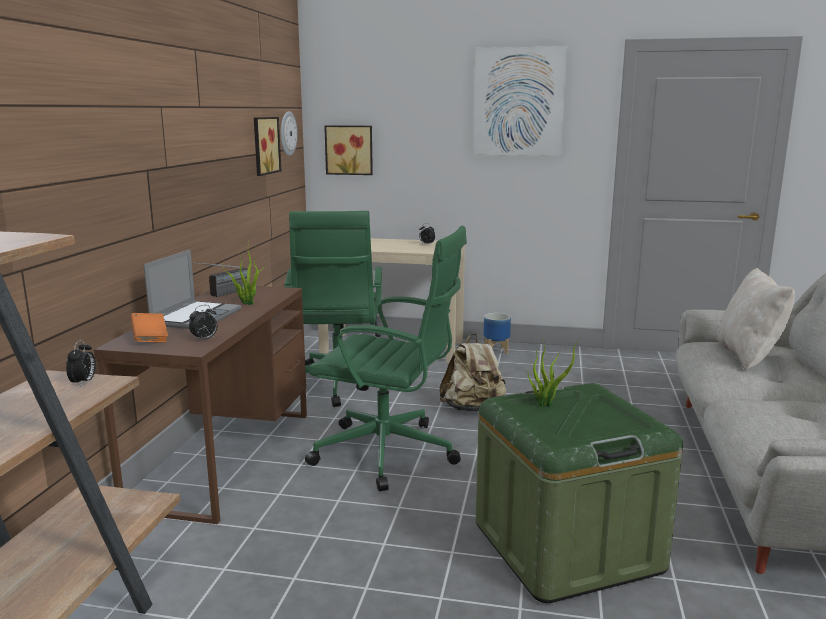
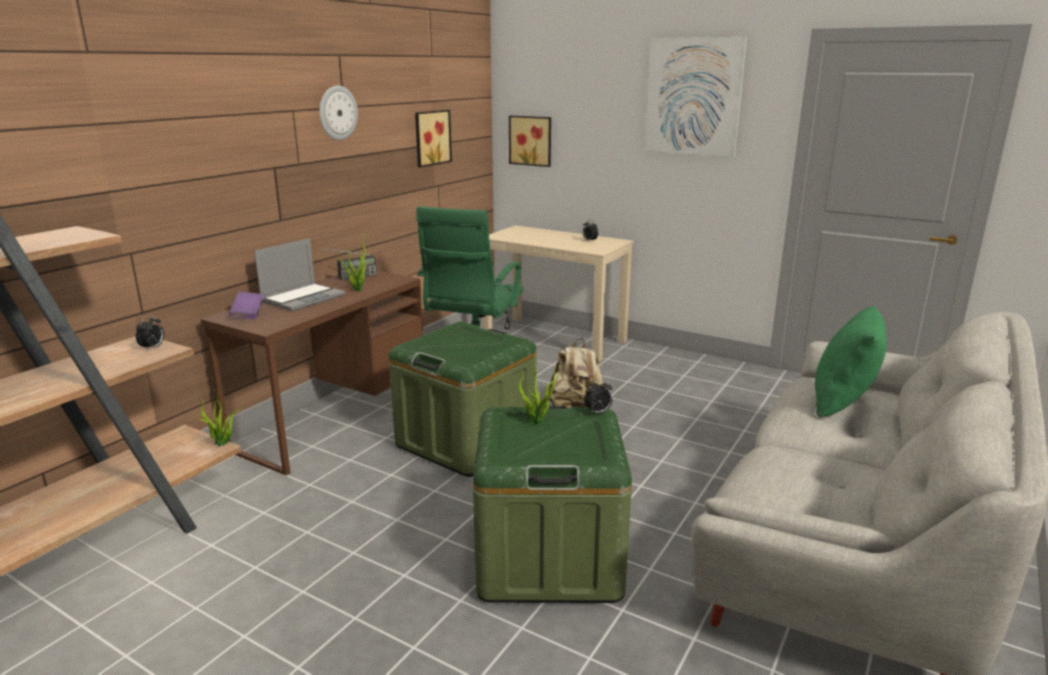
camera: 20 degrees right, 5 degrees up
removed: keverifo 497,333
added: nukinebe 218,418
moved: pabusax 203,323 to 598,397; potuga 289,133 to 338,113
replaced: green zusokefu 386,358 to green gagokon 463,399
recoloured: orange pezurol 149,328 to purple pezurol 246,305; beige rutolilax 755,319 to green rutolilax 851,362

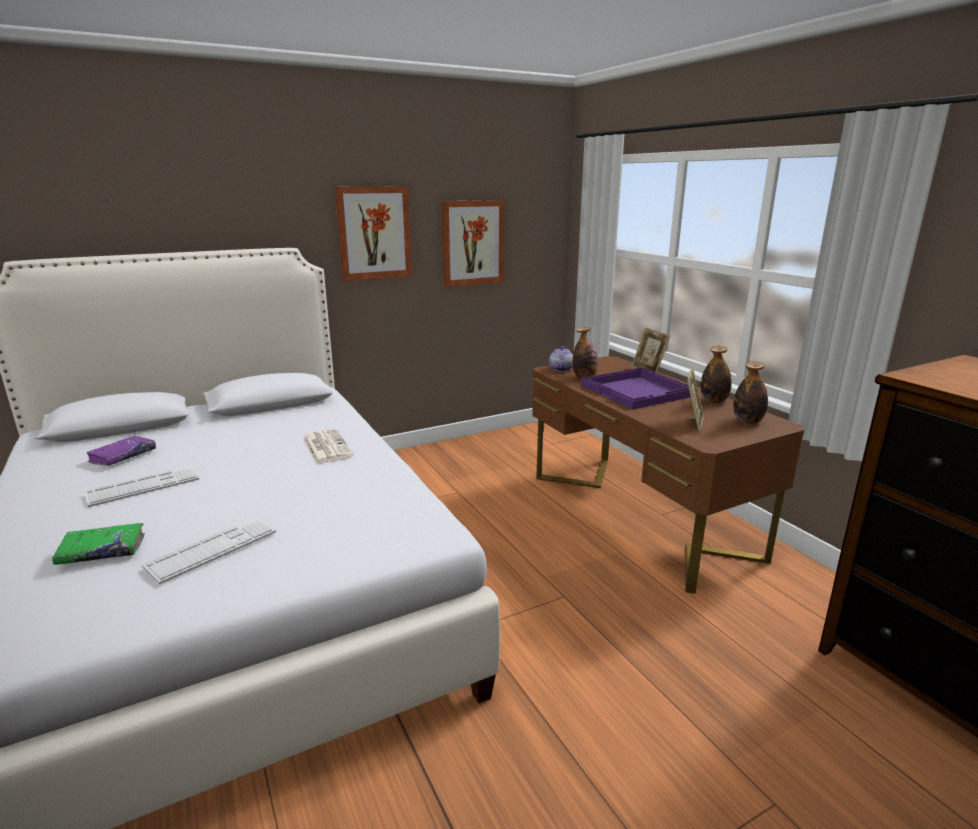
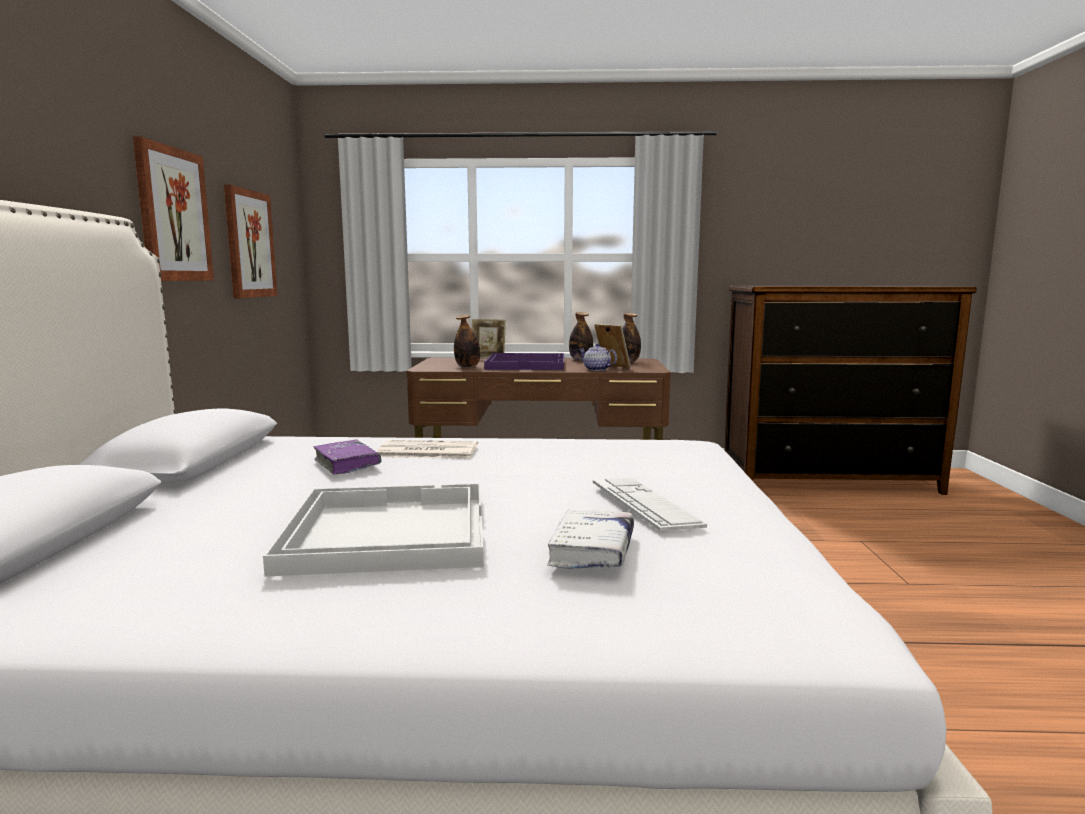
camera: 60 degrees left, 10 degrees down
moved: purple pezurol 121,451 to 348,456; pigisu 561,359 to 598,357
replaced: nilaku 141,486 to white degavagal 373,530
recoloured: green pezurol 98,544 to white pezurol 590,539

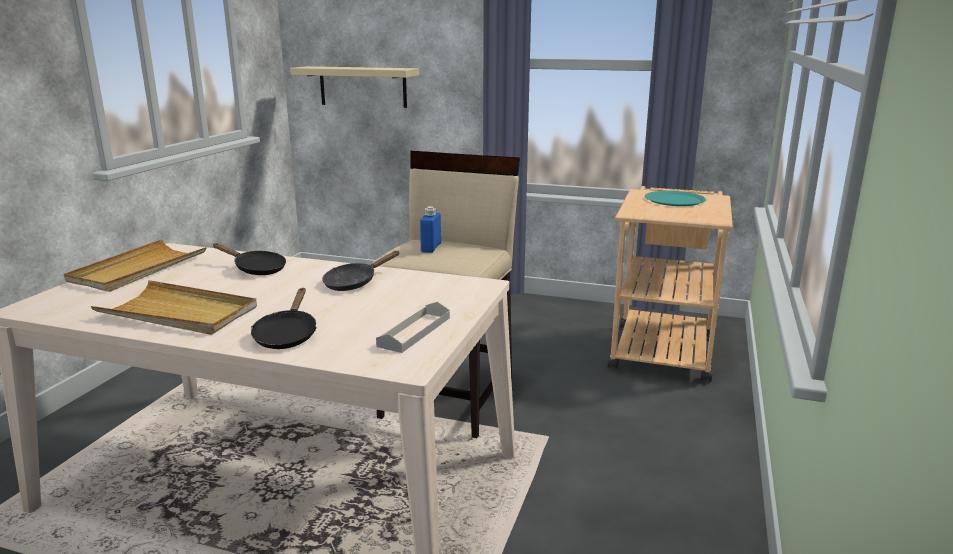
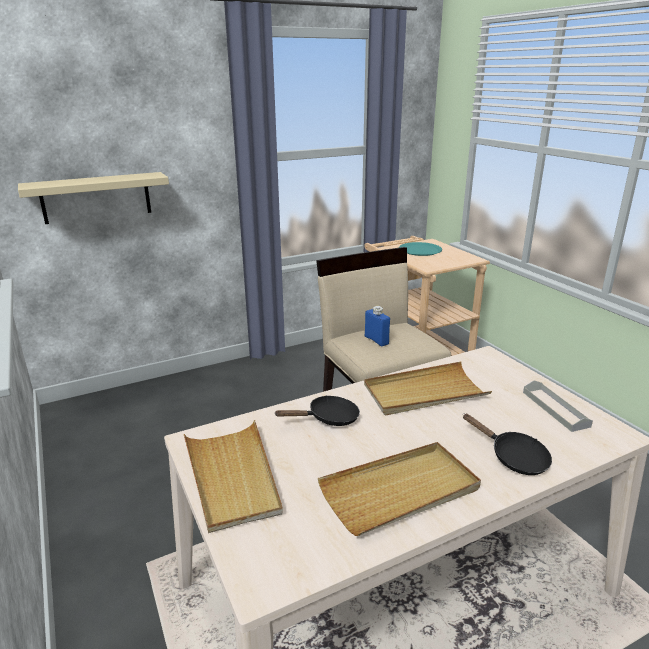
camera: 45 degrees left, 5 degrees up
replaced: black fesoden 361,271 to beige degavagal 428,388

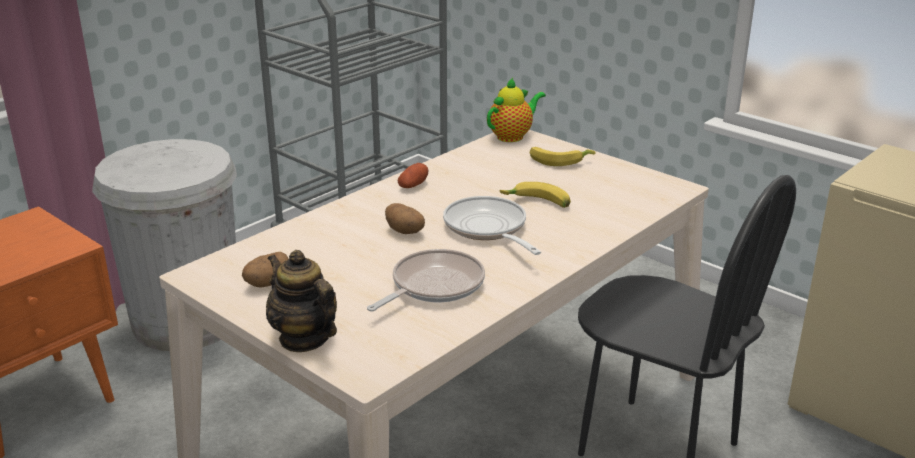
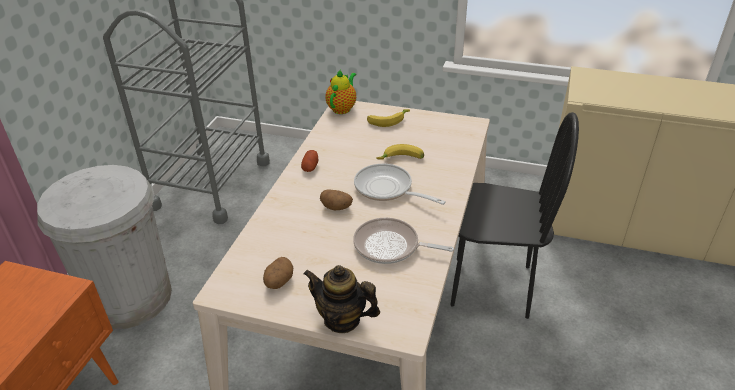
camera: 25 degrees left, 10 degrees up
turned: fesoden 426,280 = 403,241 90 degrees counterclockwise

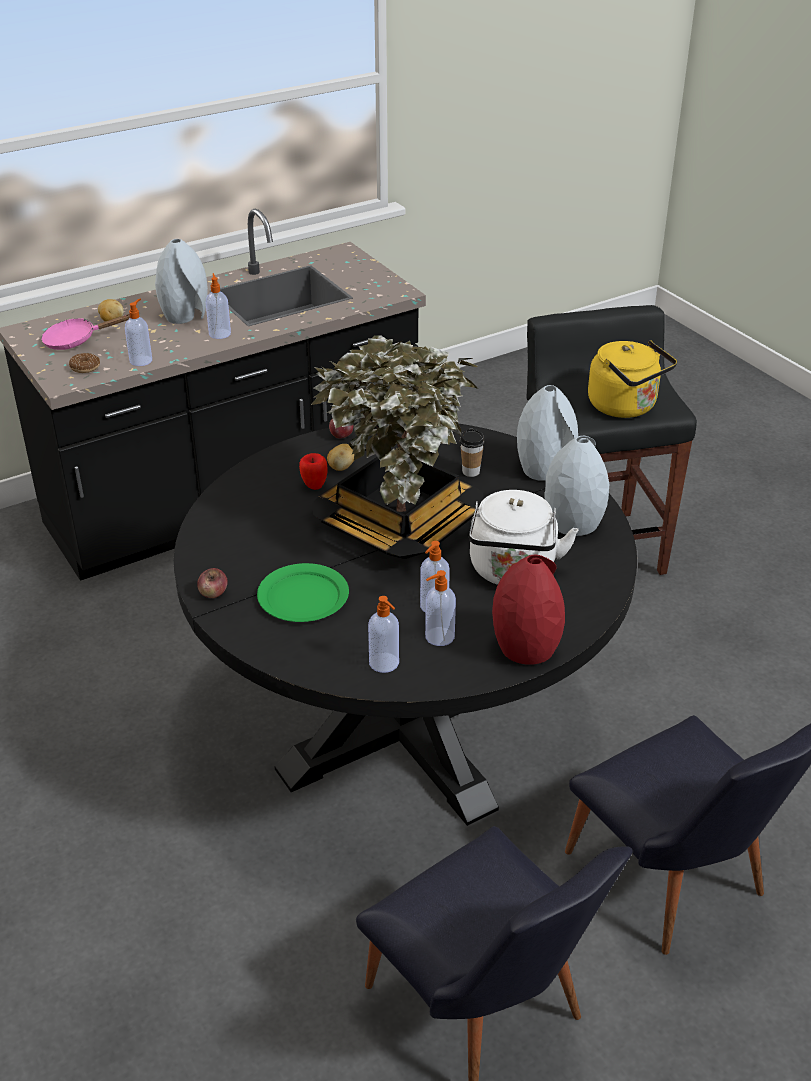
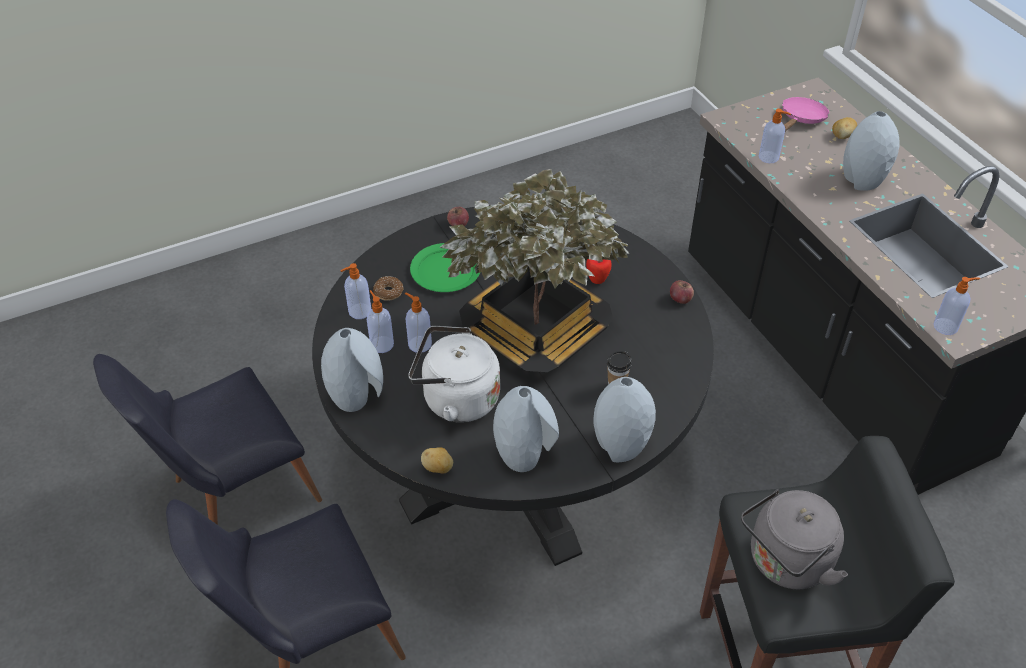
camera: 95 degrees right, 10 degrees up
moved: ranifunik 84,363 to 388,288; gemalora 218,306 to 957,306; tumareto 340,457 to 437,460
recoloured: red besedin 528,610 to grey besedin 352,370; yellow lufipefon 632,379 to grey lufipefon 794,539
turned: pink fesoden 85,332 = 805,114 45 degrees clockwise

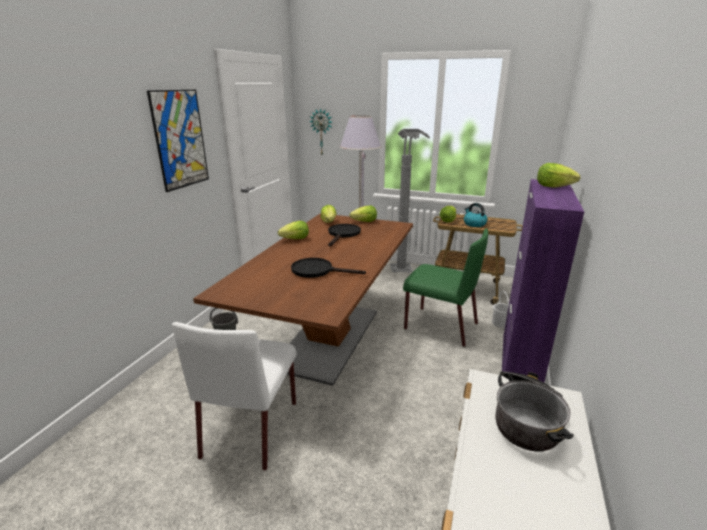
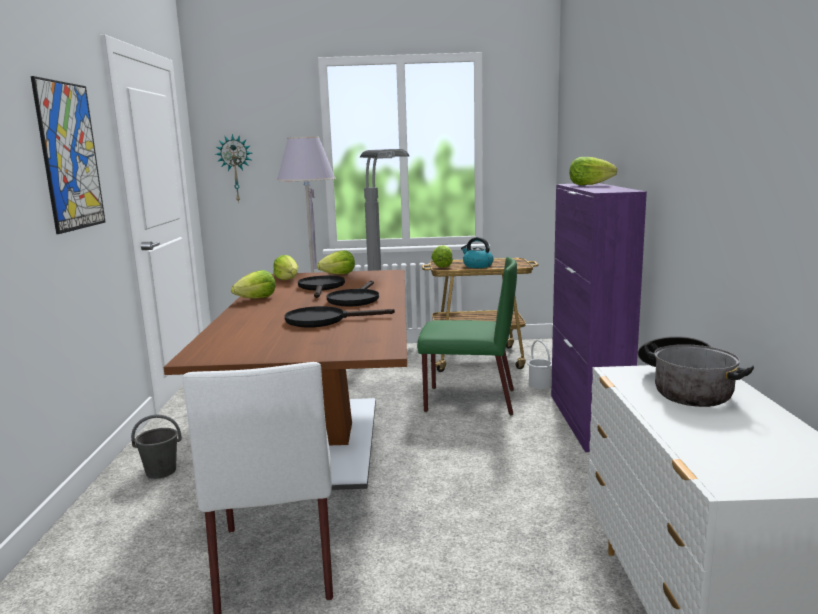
camera: 20 degrees left, 10 degrees down
added: black fesoden 353,293

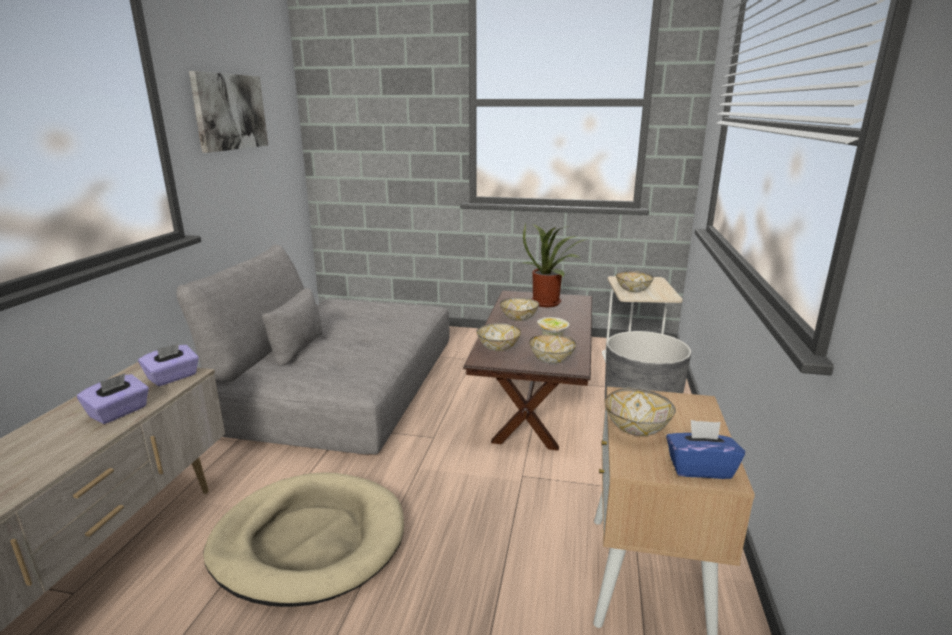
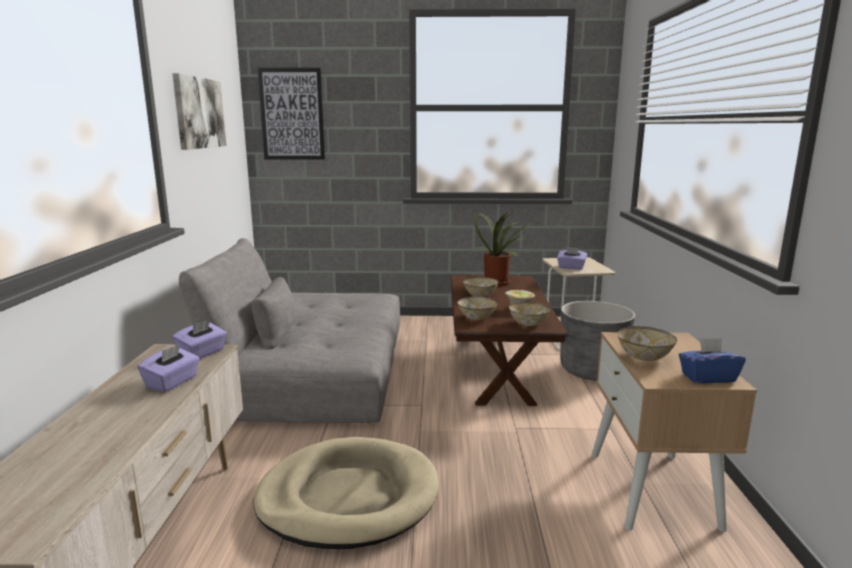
camera: 10 degrees left, 5 degrees down
added: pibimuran 291,114
replaced: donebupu 635,281 to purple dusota 572,258

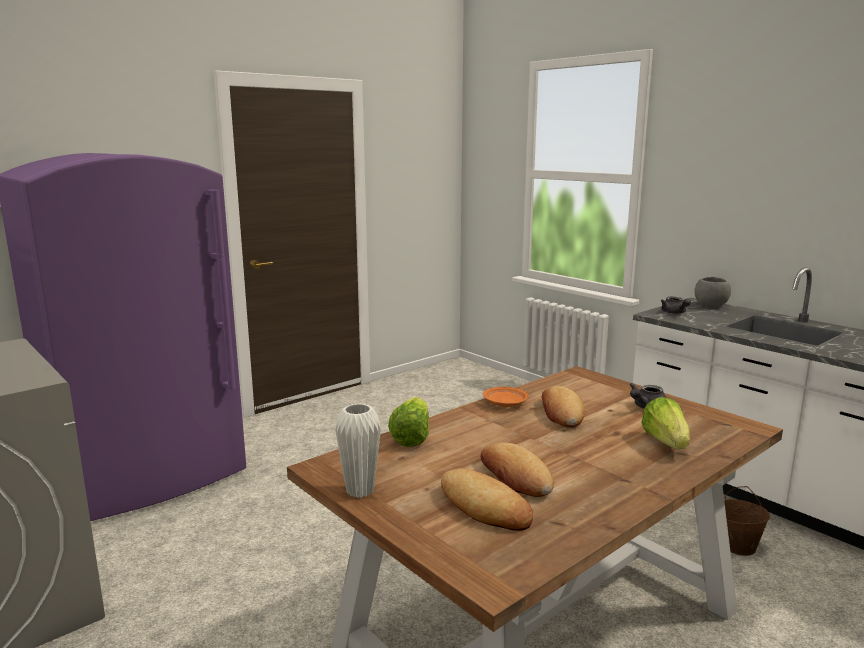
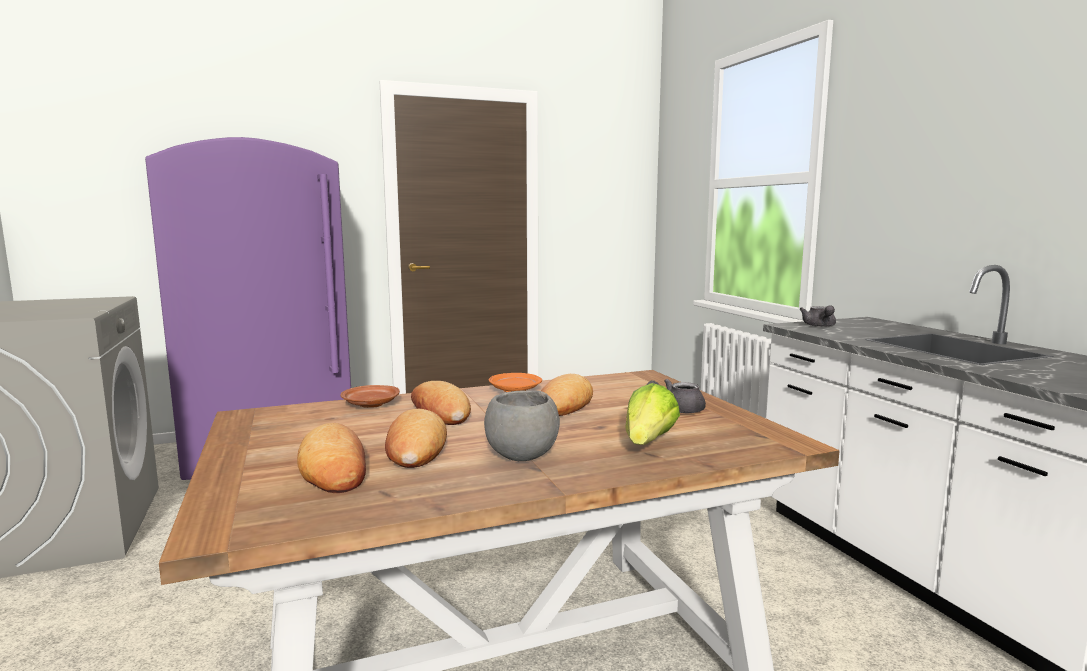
camera: 20 degrees right, 5 degrees down
removed: white besedin 358,450; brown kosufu 747,521
added: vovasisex 441,403
moved: grey donebupu 713,292 to 522,425
replaced: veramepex 408,422 to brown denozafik 370,396

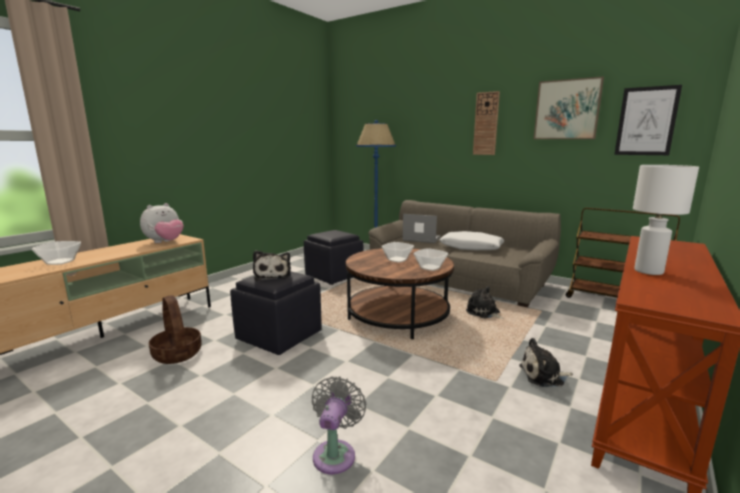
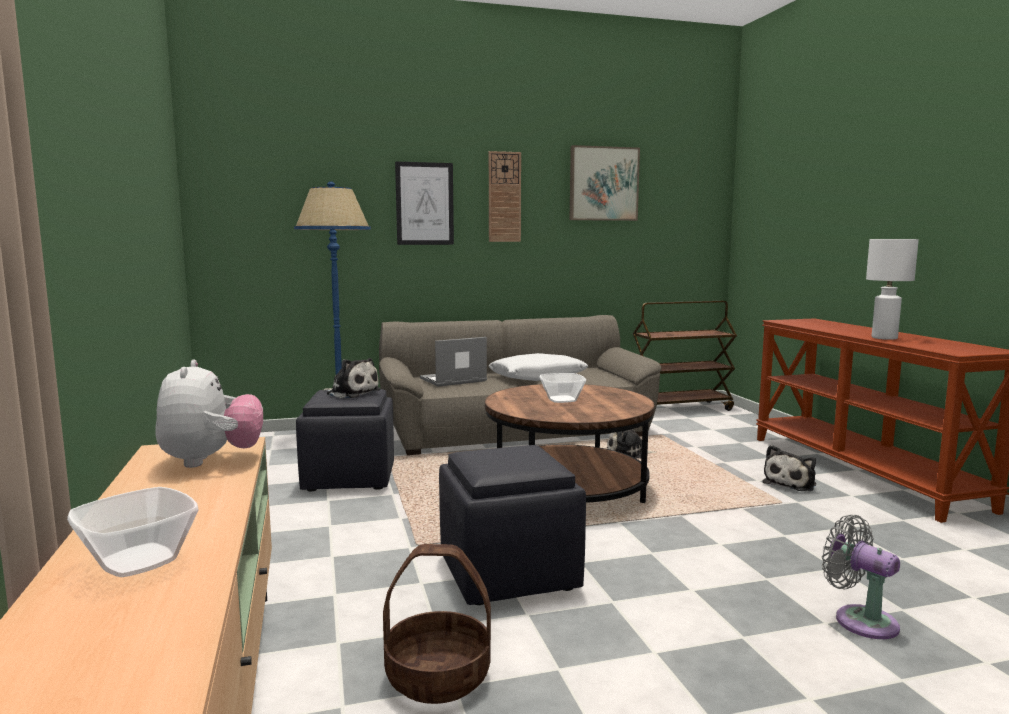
camera: 50 degrees left, 5 degrees down
removed: donebupu 431,259
moved: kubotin 272,265 to 352,378; pibimuran 648,120 to 424,203

